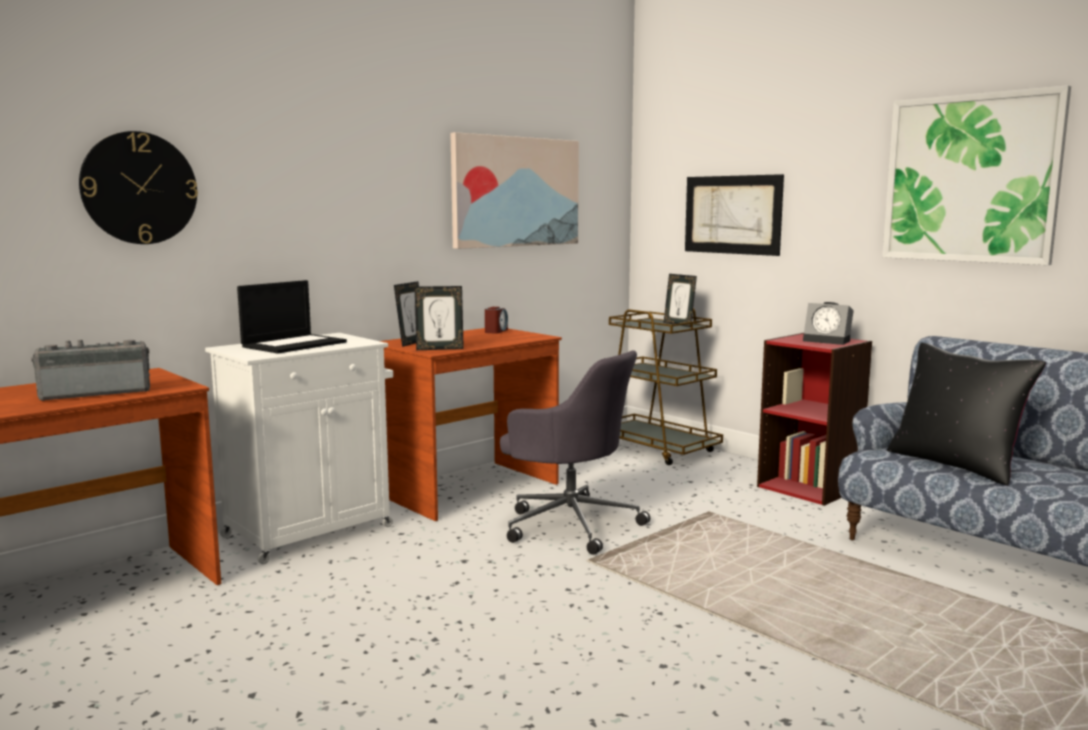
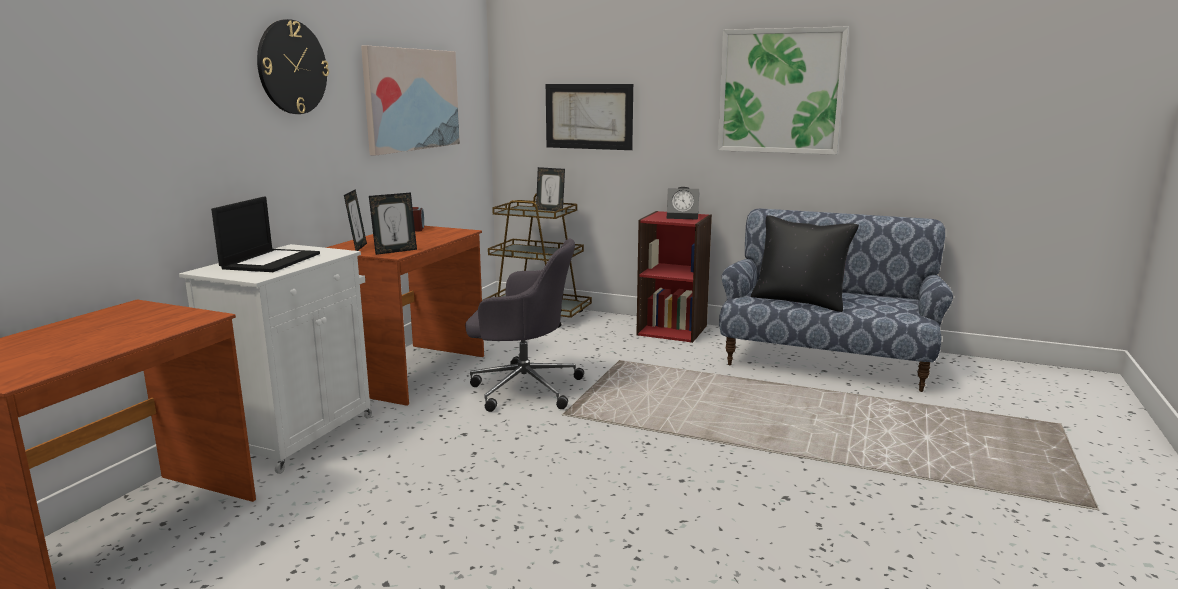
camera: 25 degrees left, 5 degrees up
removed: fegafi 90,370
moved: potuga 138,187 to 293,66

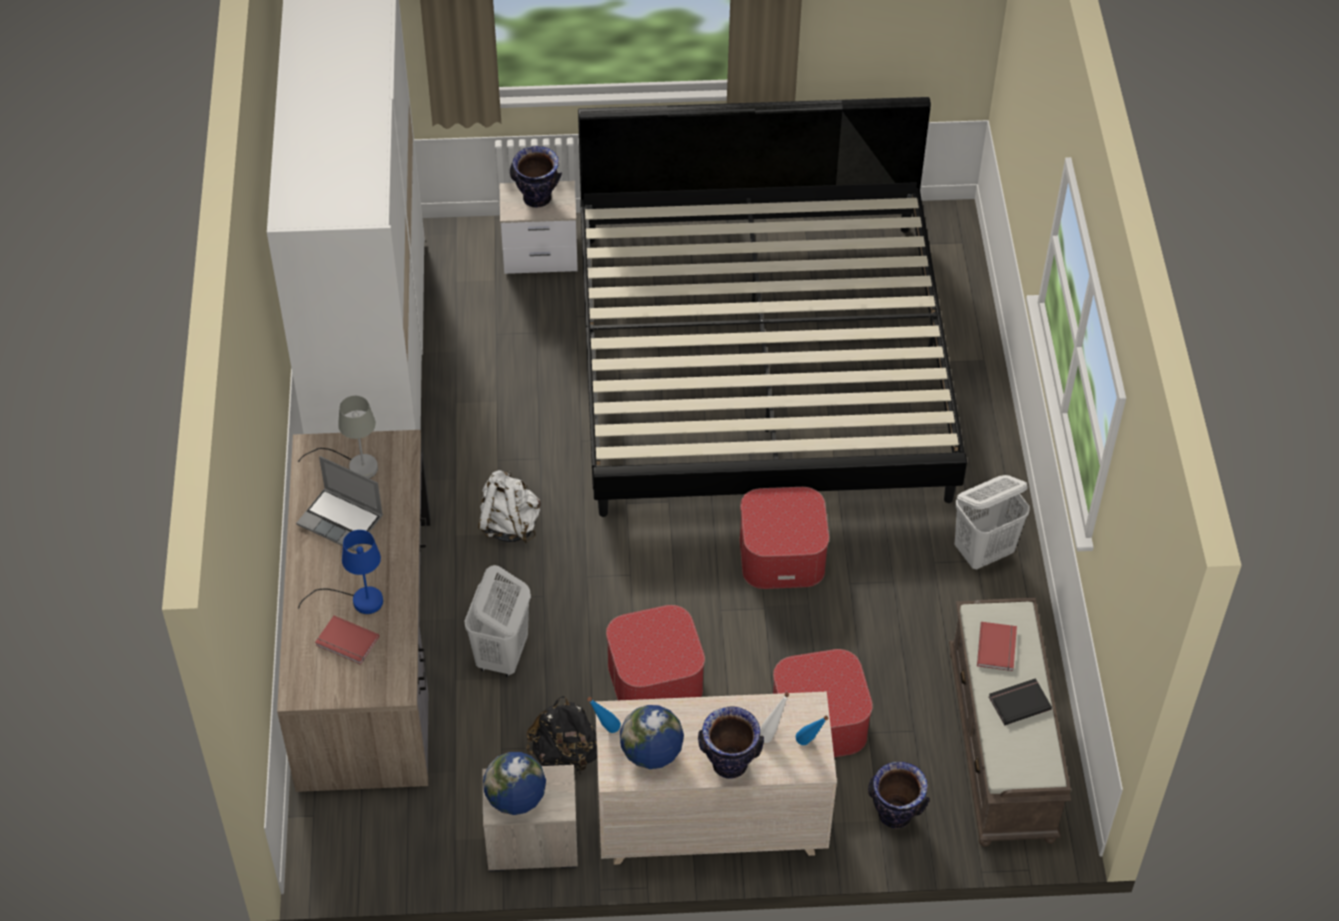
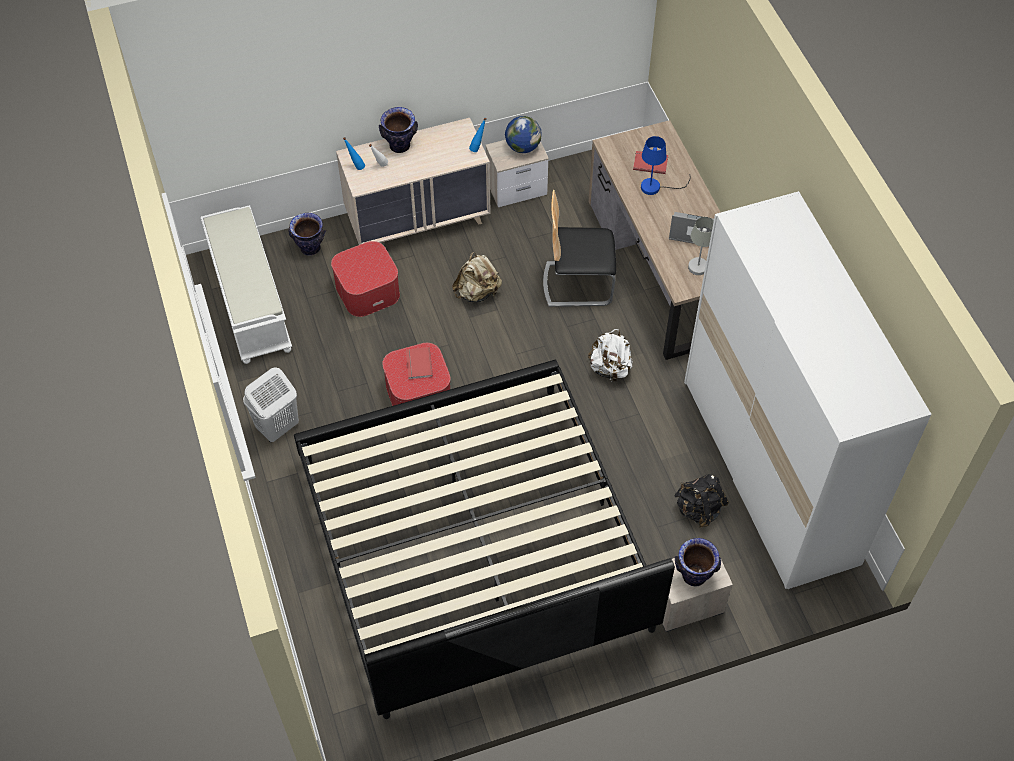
camera: 165 degrees right, 5 degrees up
removed: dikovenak 652,737; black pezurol 1020,702
moved: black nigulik 561,735 to 701,501; red pezurol 997,646 to 419,363
replaced: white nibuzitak 498,621 to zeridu 579,248; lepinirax 655,652 to beige nigulik 477,277
recoloured: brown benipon 1010,722 to white benipon 246,284

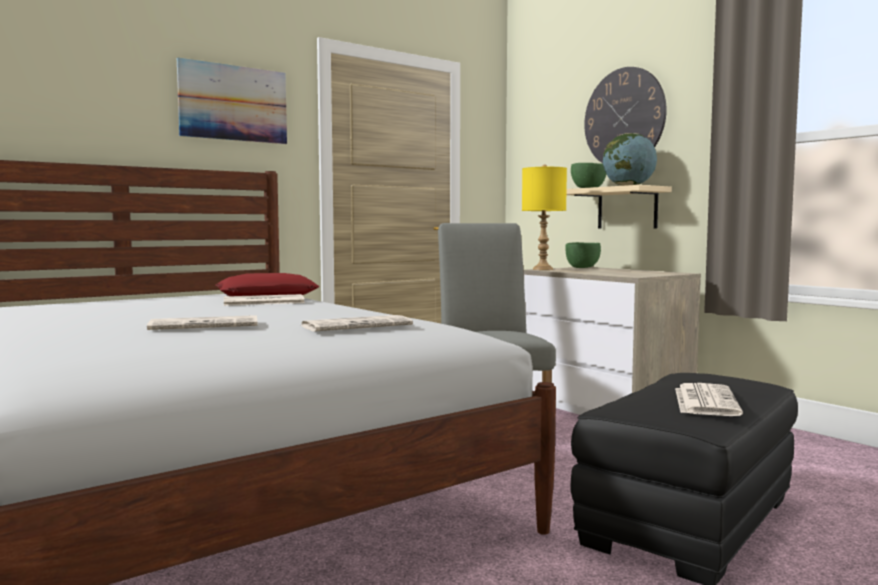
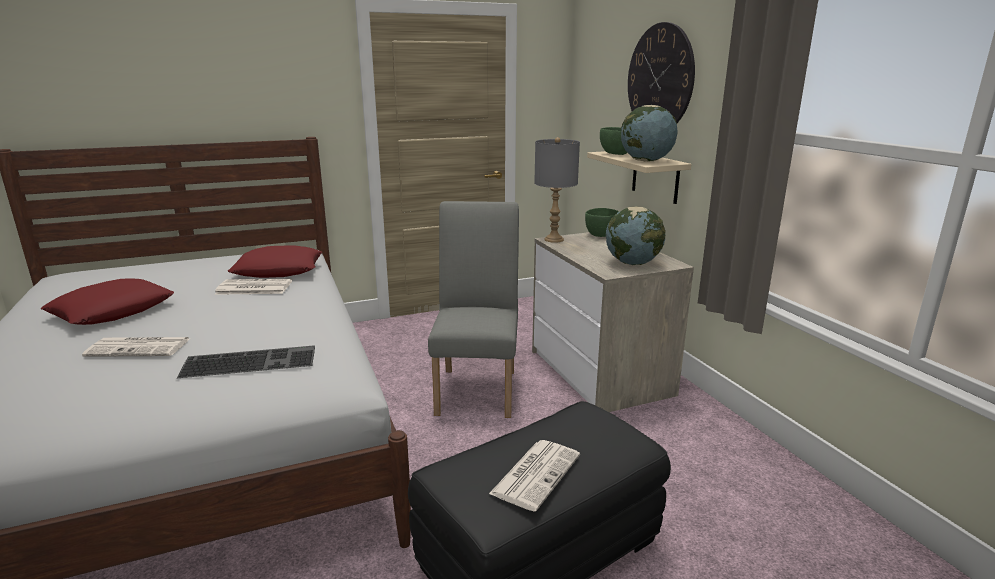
camera: 15 degrees right, 15 degrees up
removed: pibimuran 232,100
added: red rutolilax 107,302; dikovenak 636,236
replaced: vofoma 357,323 to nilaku 246,361
recoloured: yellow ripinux 544,217 to grey ripinux 557,190

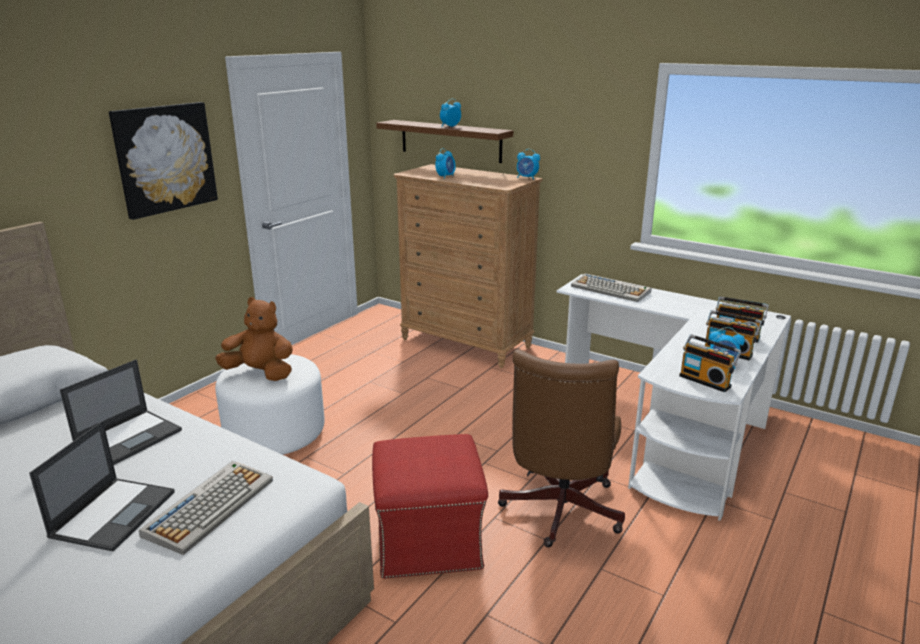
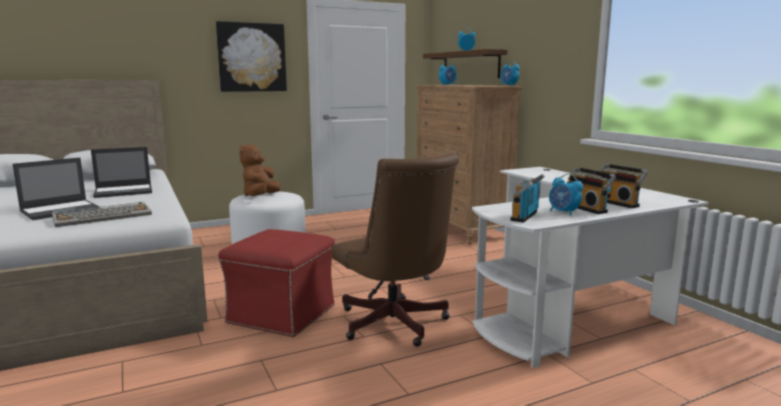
camera: 30 degrees right, 10 degrees down
removed: nilaku 611,287
turned: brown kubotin 254,339 = 260,170 120 degrees counterclockwise; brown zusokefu 561,448 = 395,249 75 degrees counterclockwise; fegafi 710,363 = 527,198 45 degrees clockwise

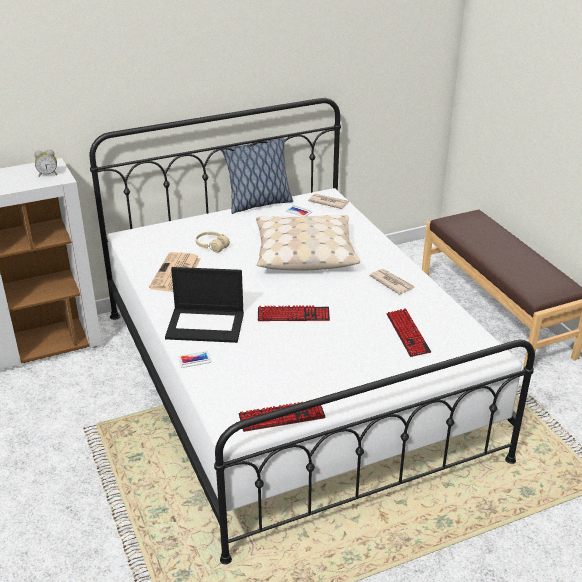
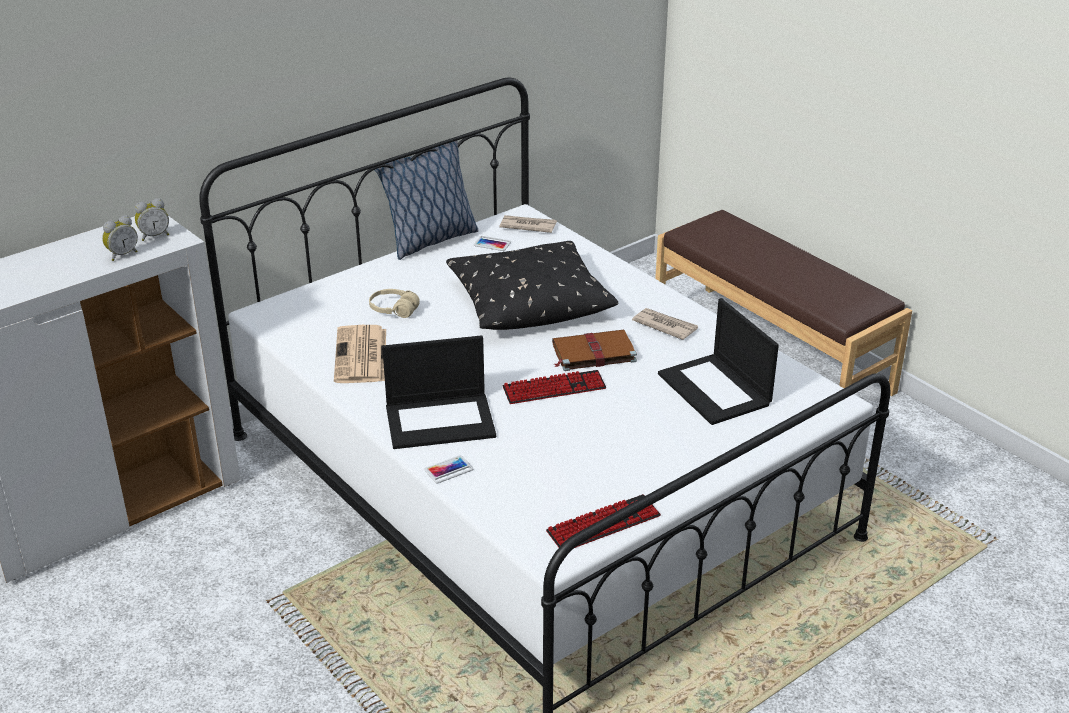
camera: 15 degrees left, 0 degrees up
added: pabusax 120,238; brown pezurol 594,350
replaced: nilaku 409,332 to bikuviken 718,361
recoloured: beige rutolilax 308,242 to black rutolilax 532,285

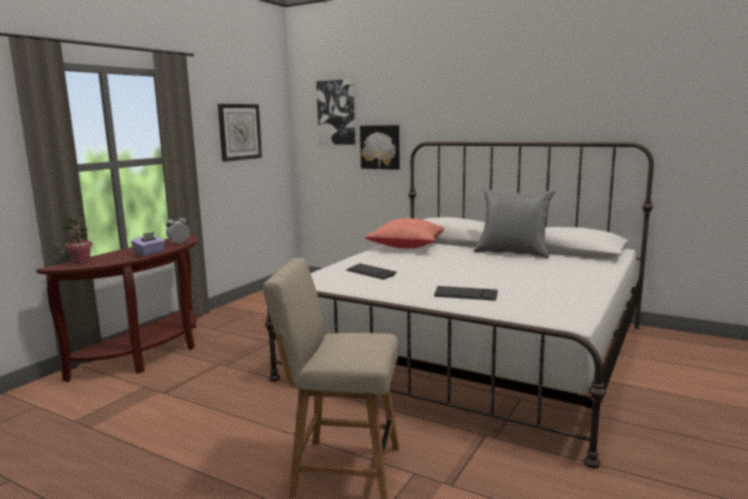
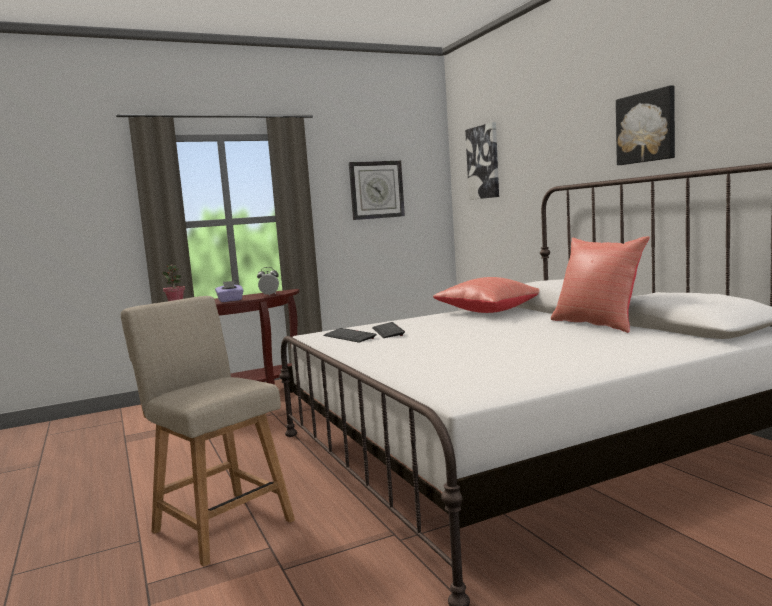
camera: 35 degrees right, 5 degrees down
moved: pibimuran 380,147 to 645,125; nilaku 466,293 to 350,335
recoloured: grey rutolilax 514,223 to red rutolilax 600,284

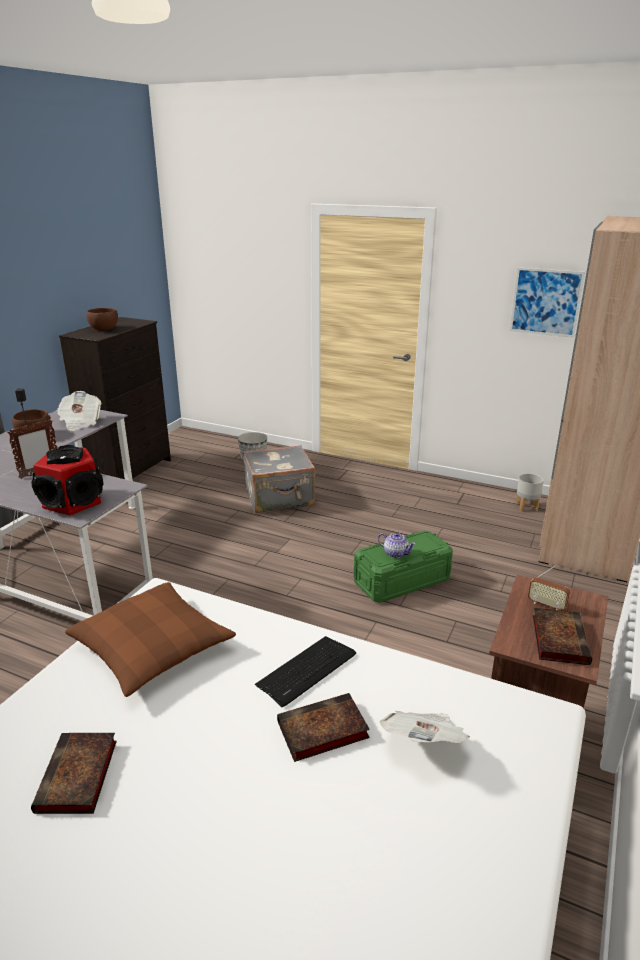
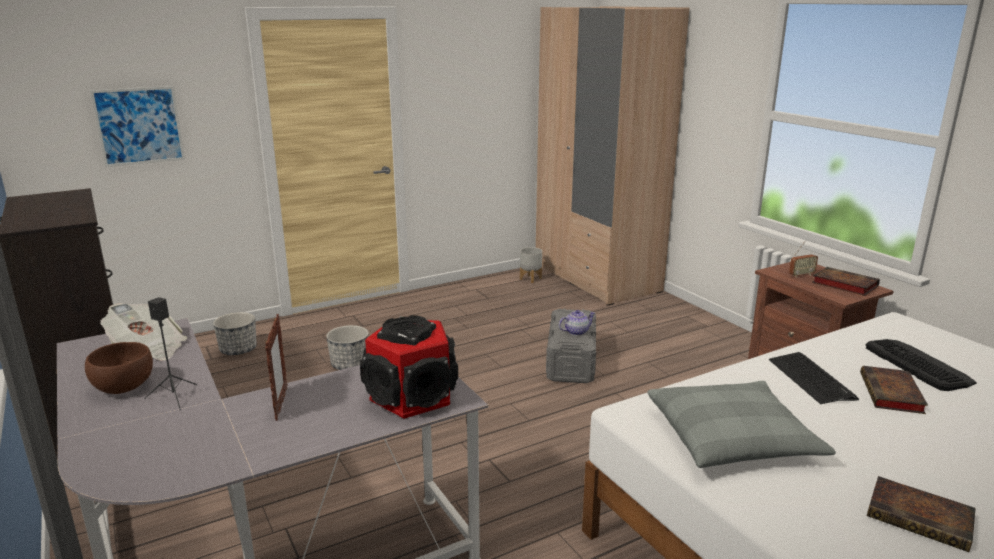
camera: 55 degrees left, 5 degrees down
removed: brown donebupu 102,319
moved: pibimuran 547,302 to 137,126
replaced: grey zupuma 279,479 to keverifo 347,347; vofoma 425,727 to nilaku 921,365
recoloured: brown rutolilax 150,639 to grey rutolilax 741,424; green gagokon 403,567 to grey gagokon 571,345

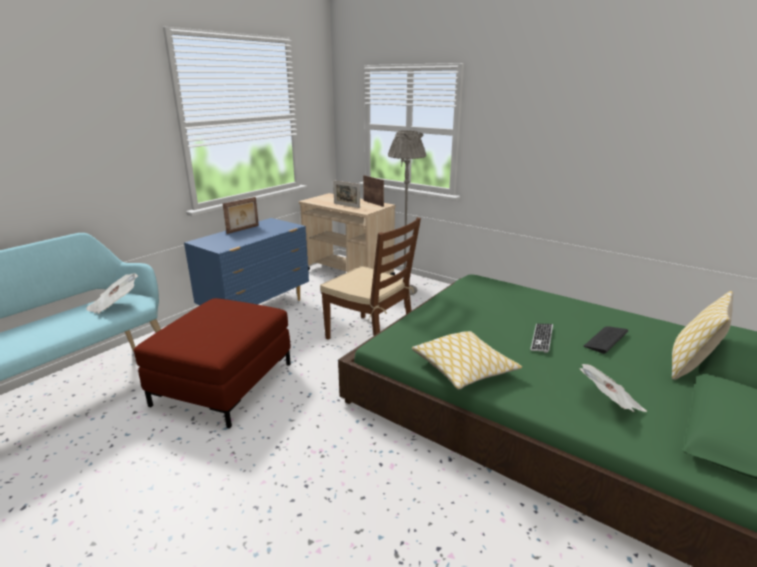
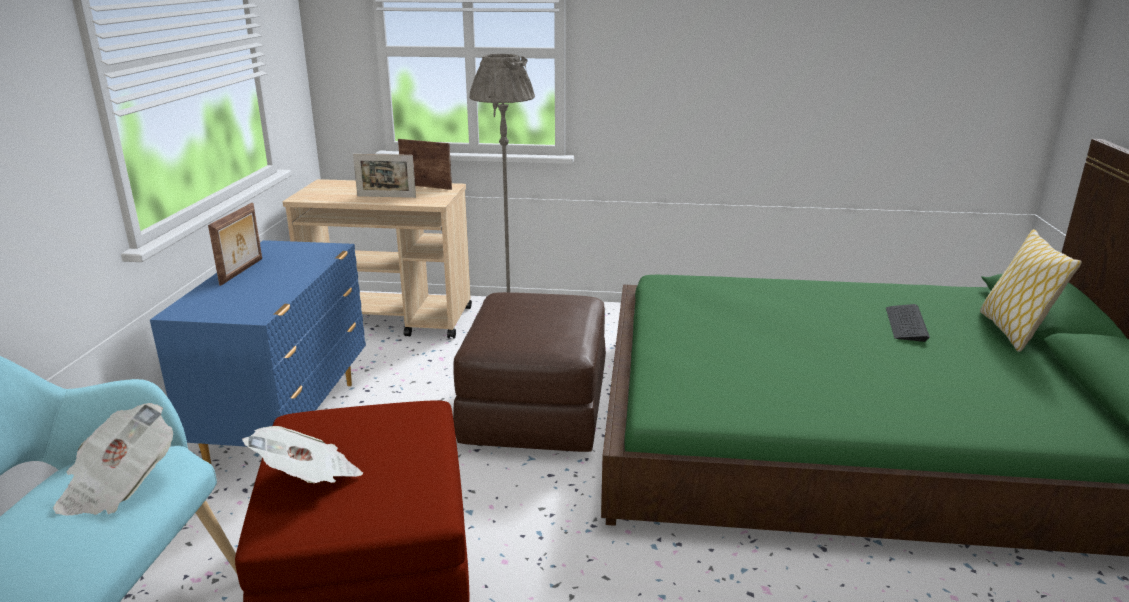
camera: 30 degrees left, 0 degrees up
removed: rutolilax 467,360; nilaku 541,338
moved: vofoma 613,388 to 303,454
replaced: brown zeridu 370,278 to brown lepinirax 529,372

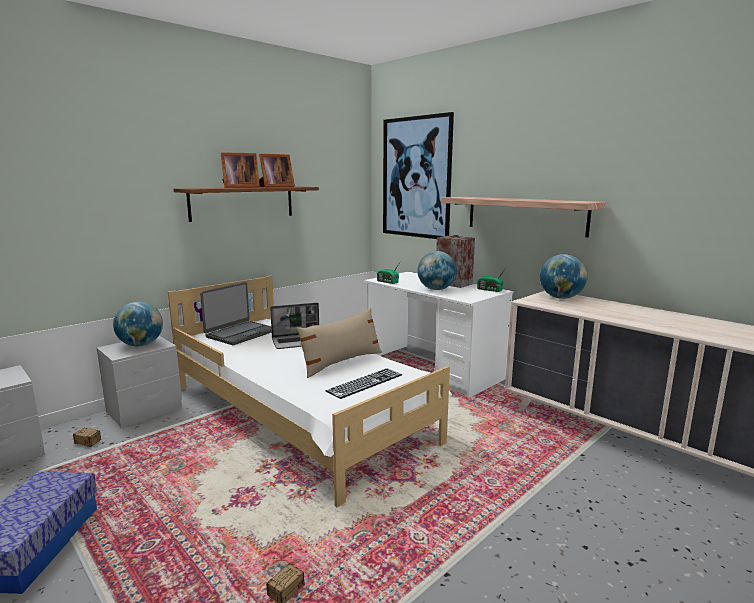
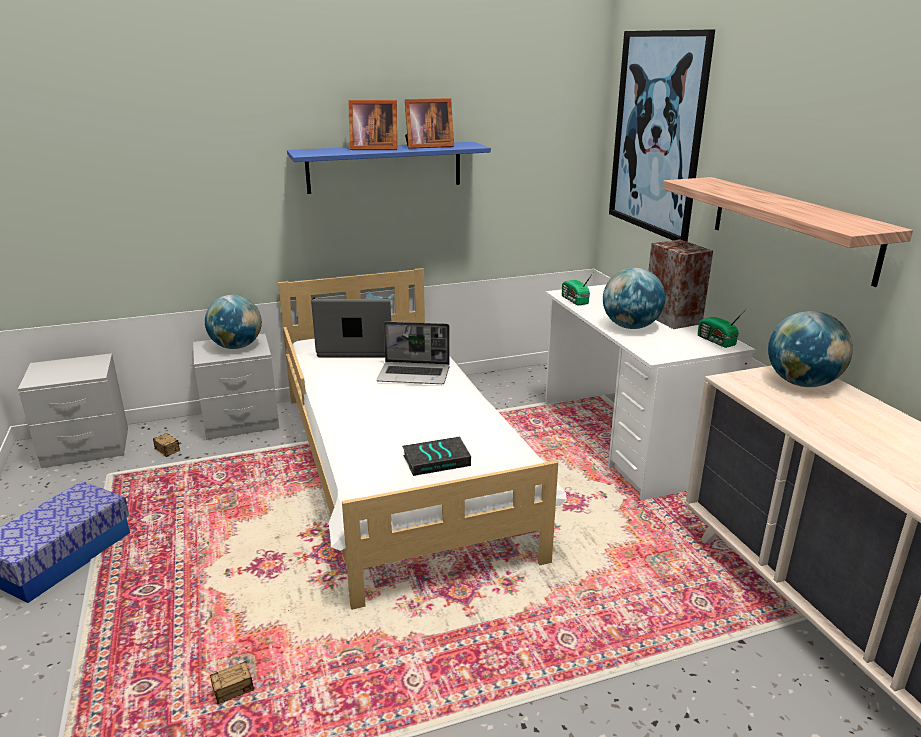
camera: 25 degrees right, 10 degrees up
removed: beige rutolilax 339,343
replaced: nilaku 364,383 to pezurol 436,456
recoloured: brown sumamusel 246,204 to blue sumamusel 389,168
turned: bikuviken 236,313 = 351,328 150 degrees counterclockwise

